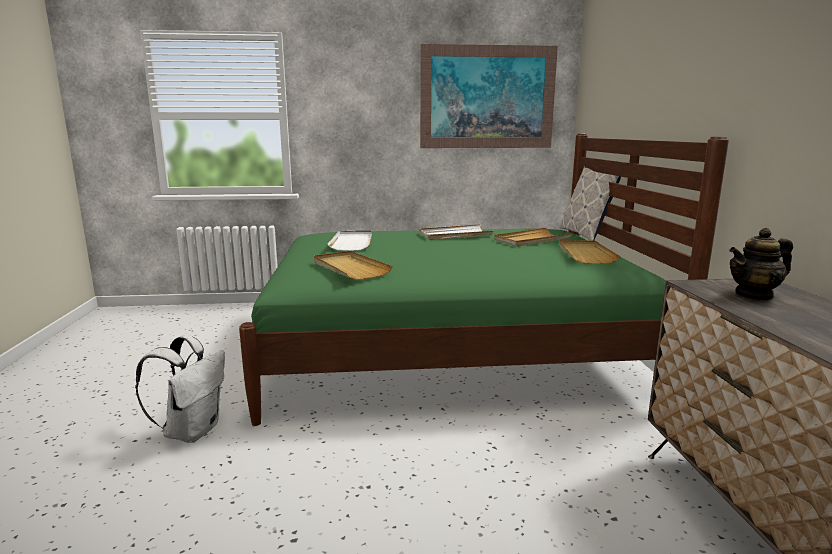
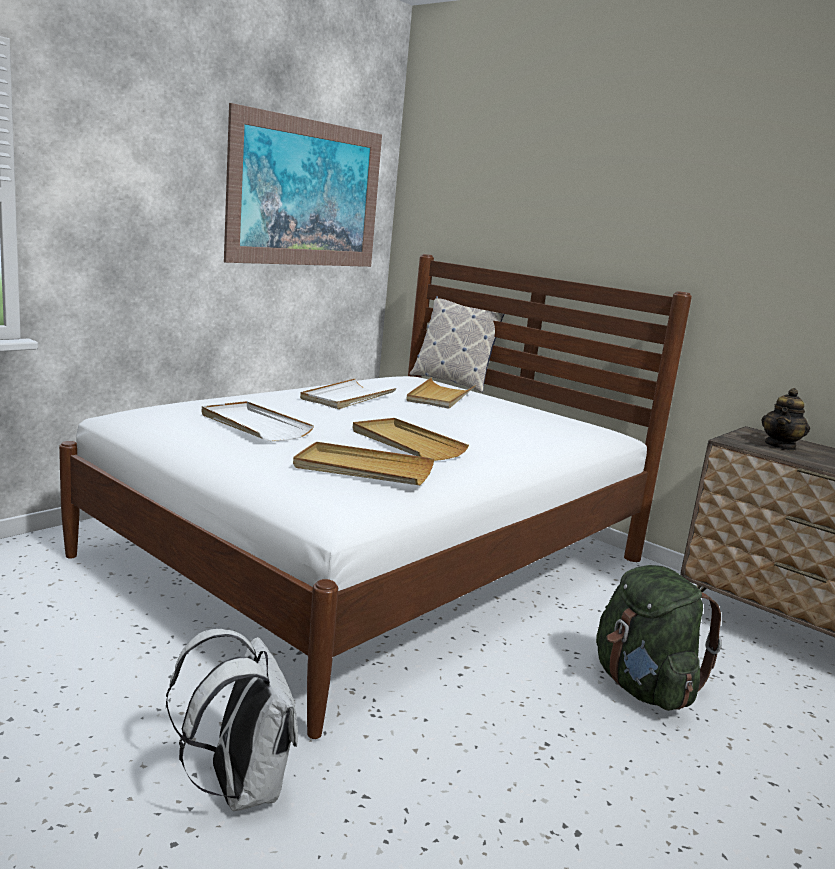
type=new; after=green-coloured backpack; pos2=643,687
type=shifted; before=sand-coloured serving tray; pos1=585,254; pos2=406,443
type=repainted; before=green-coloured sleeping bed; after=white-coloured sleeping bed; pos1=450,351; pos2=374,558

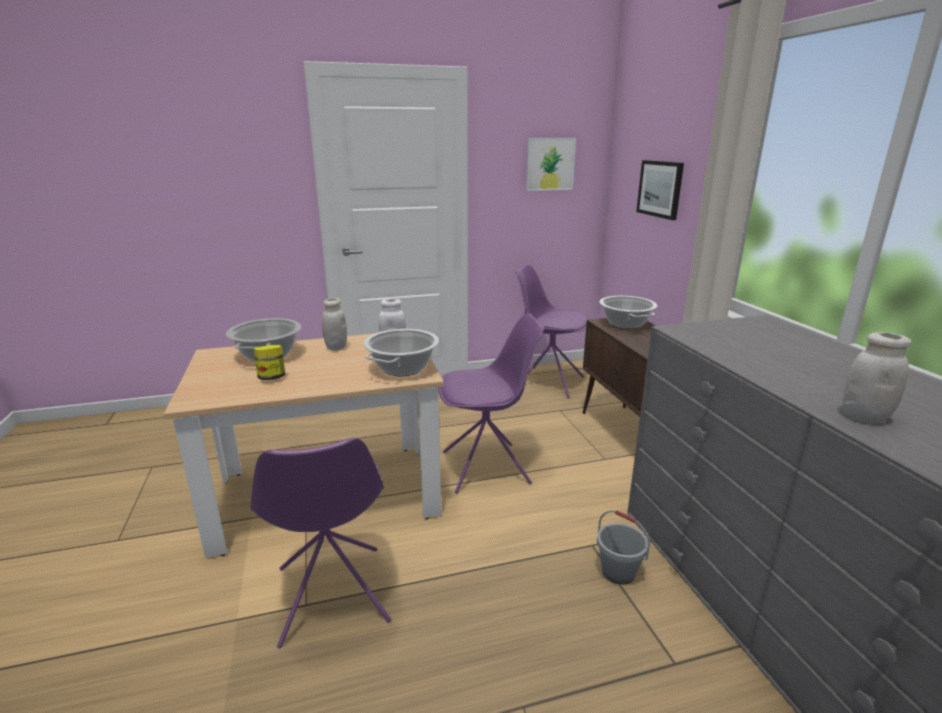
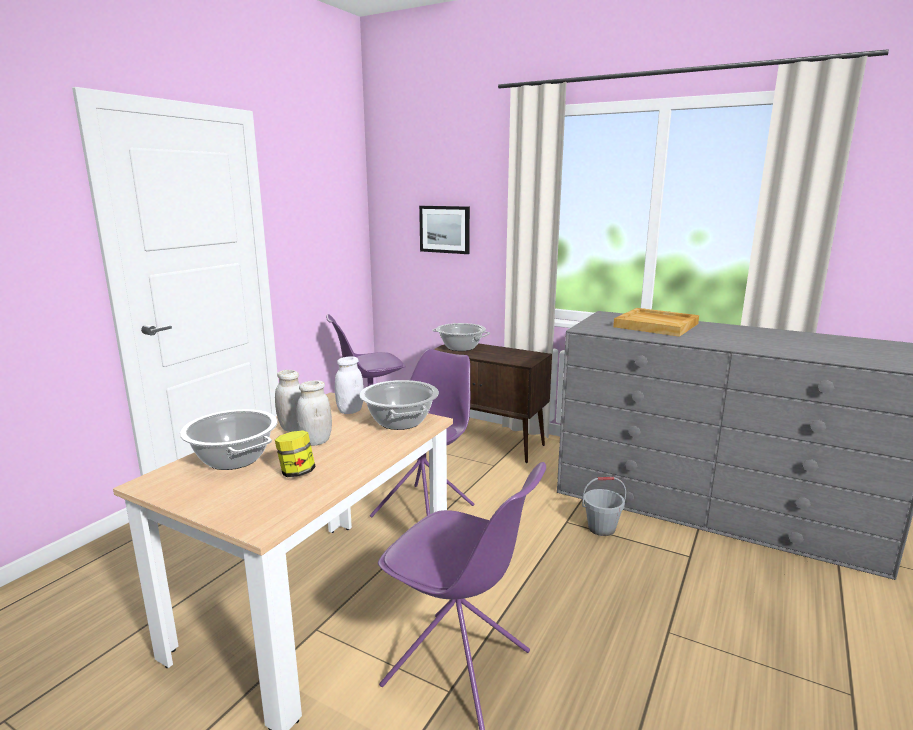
type=gone; before=wall picture; pos1=550,164
type=new; after=sand-coloured serving tray; pos2=657,325
type=shifted; before=white-coloured storage jar; pos1=864,417; pos2=316,441

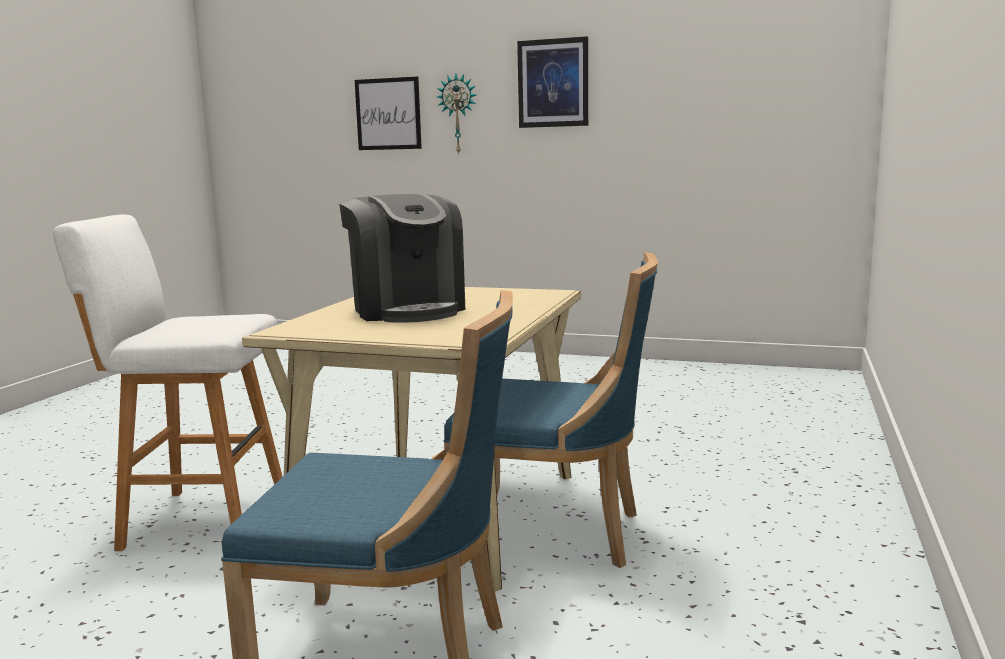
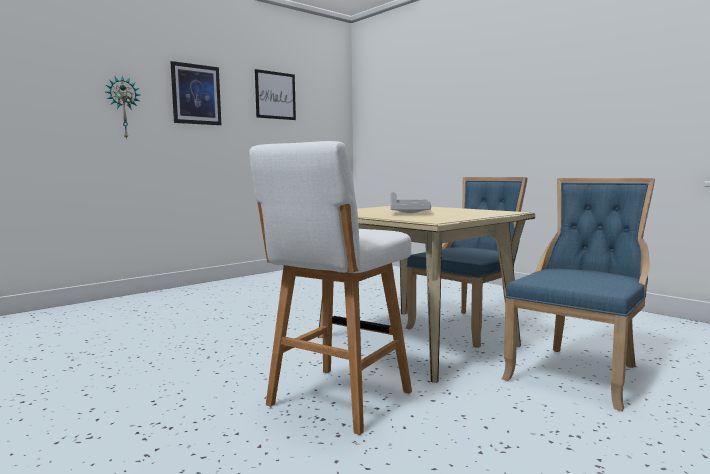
type=shifted; before=wall picture; pos1=388,114; pos2=275,95
type=swapped; before=coffee maker; after=greyish serving tray; pos1=406,309; pos2=410,213

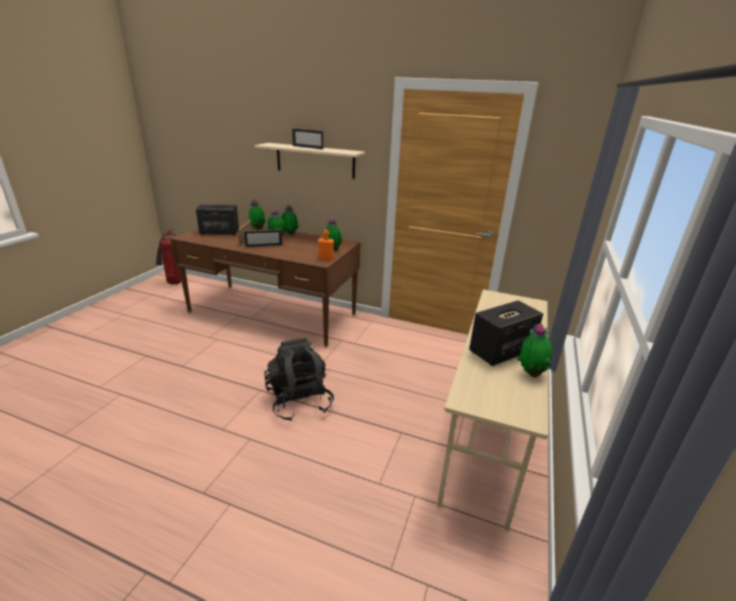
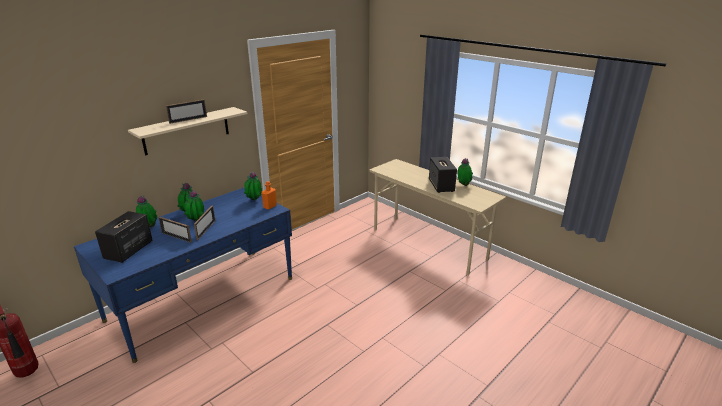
type=gone; before=blackish backpack; pos1=299,401
type=repainted; before=brownish desk unit; after=bluish desk unit; pos1=272,313; pos2=203,299

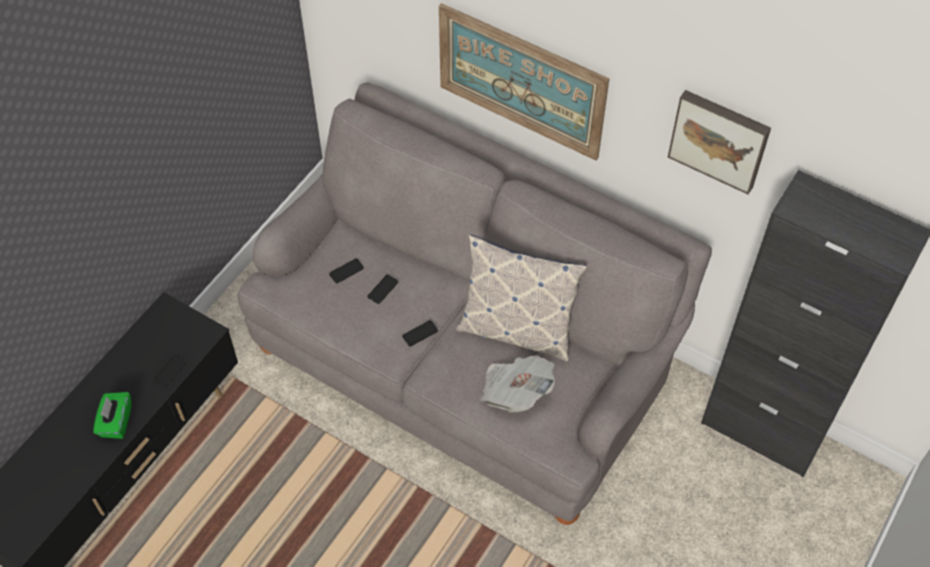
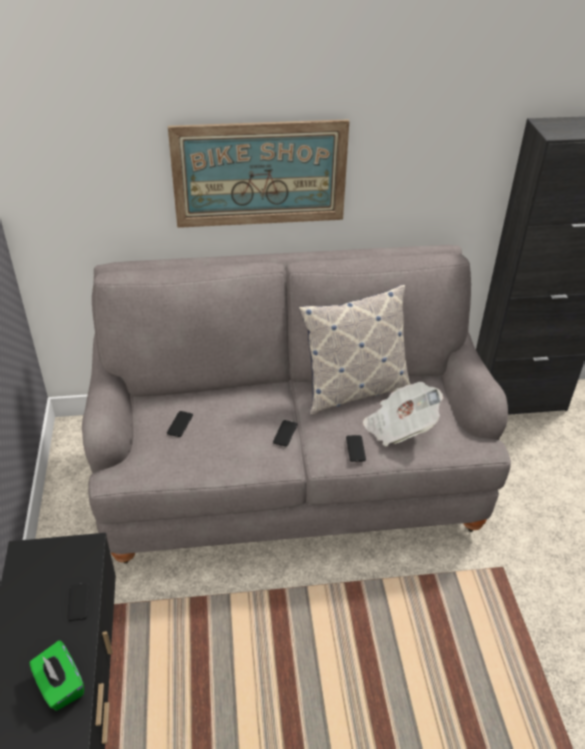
type=gone; before=wall picture; pos1=719,139
type=shifted; before=telephone; pos1=382,289; pos2=355,448

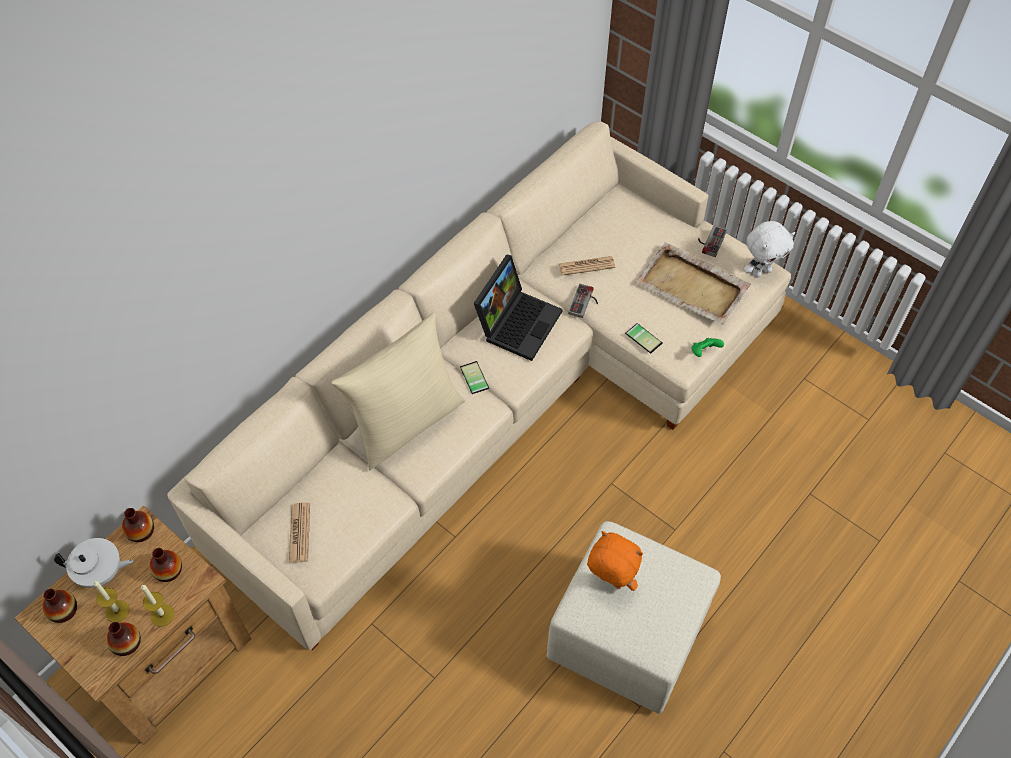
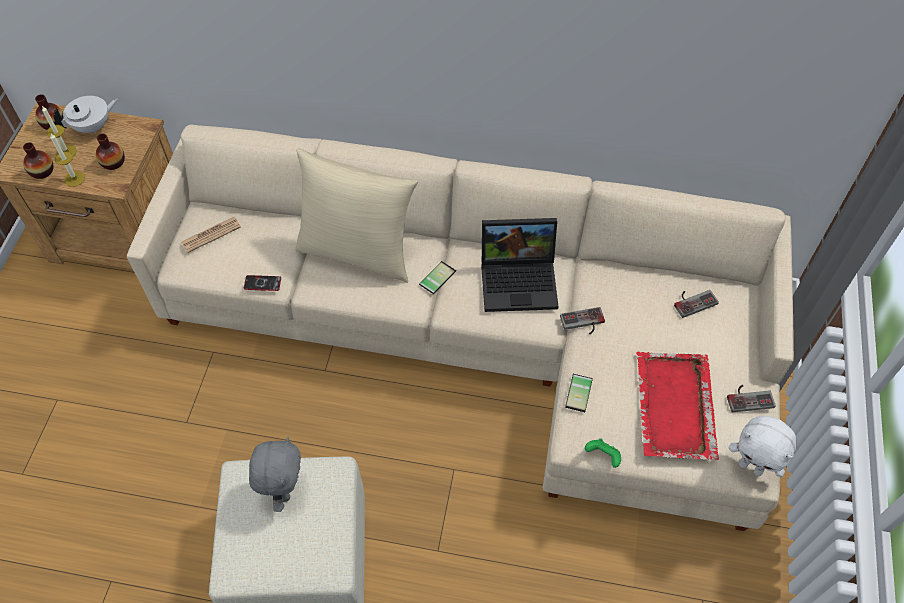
type=gone; before=decorative vase; pos1=141,531
type=gone; before=daily paper; pos1=586,266
type=new; after=telephone; pos2=262,283
type=new; after=gamepad; pos2=693,300
type=repainted; before=orangey cuddly toy; after=greyish cuddly toy; pos1=610,582; pos2=284,490
type=repainted; before=sand-coloured serving tray; after=red-coloured serving tray; pos1=693,287; pos2=674,407
type=rotated; before=white-coloured tea pot; pos1=101,573; pos2=93,127; turn=-90

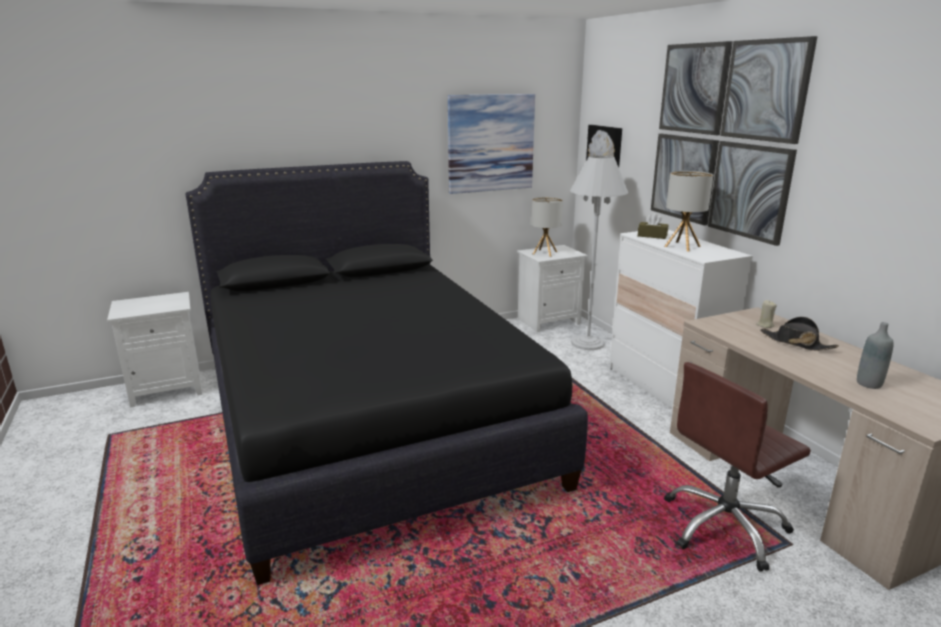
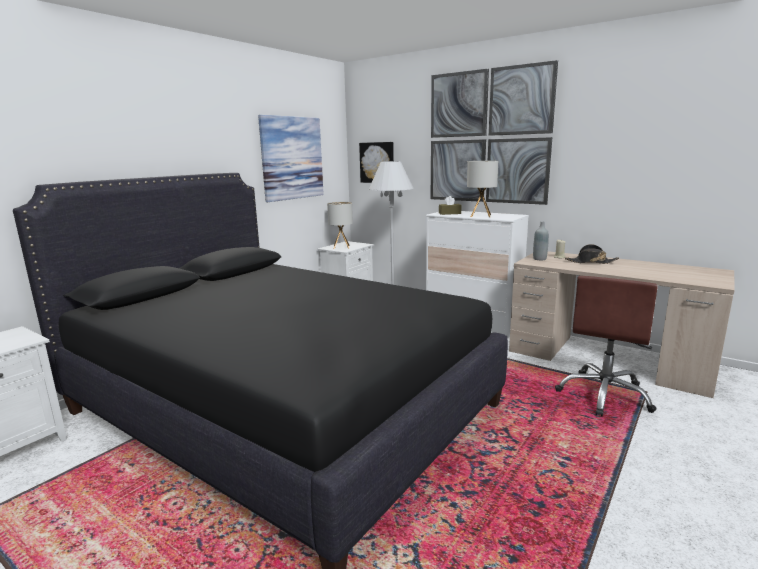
type=shifted; before=greyish drink bottle; pos1=869,384; pos2=539,259

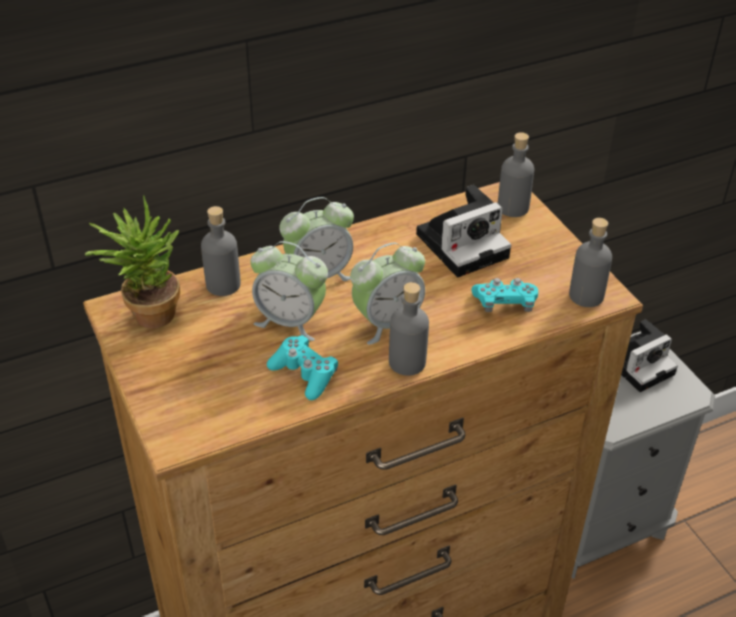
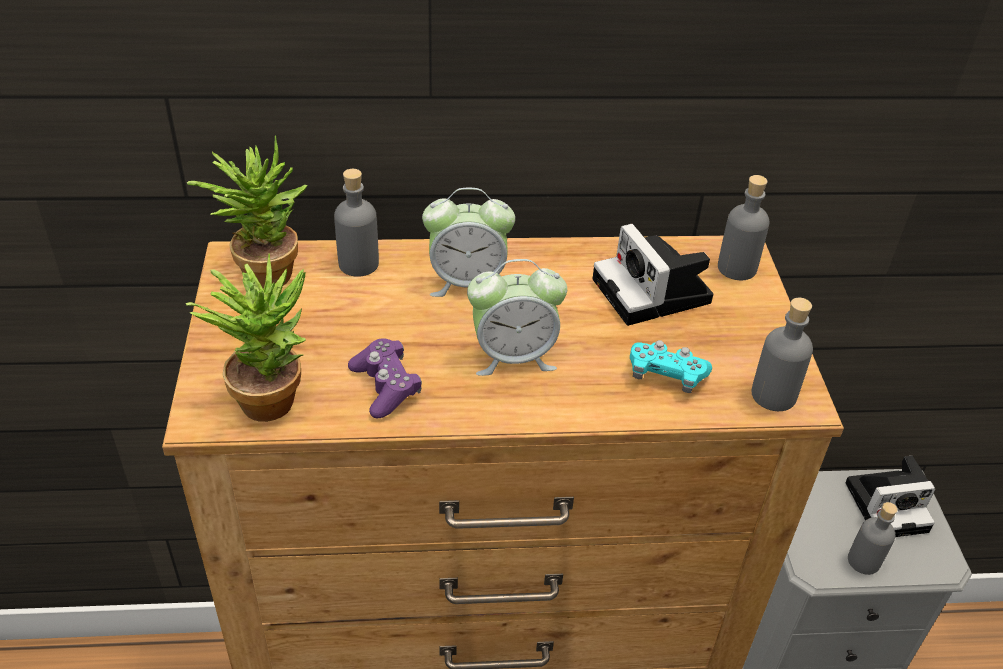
type=gone; before=alarm clock; pos1=290,321
type=new; after=houseplant; pos2=270,394
type=shifted; before=greyish drink bottle; pos1=407,362; pos2=863,561
type=repainted; before=blue-green gamepad; after=purplish gamepad; pos1=304,374; pos2=385,386
type=rotated; before=photo camera; pos1=464,244; pos2=654,293; turn=75

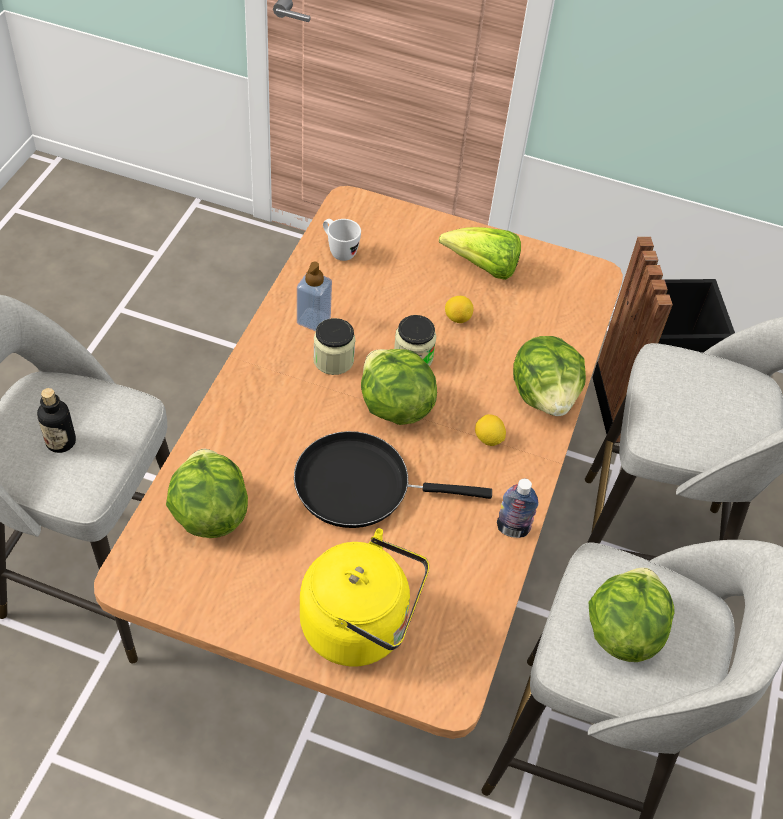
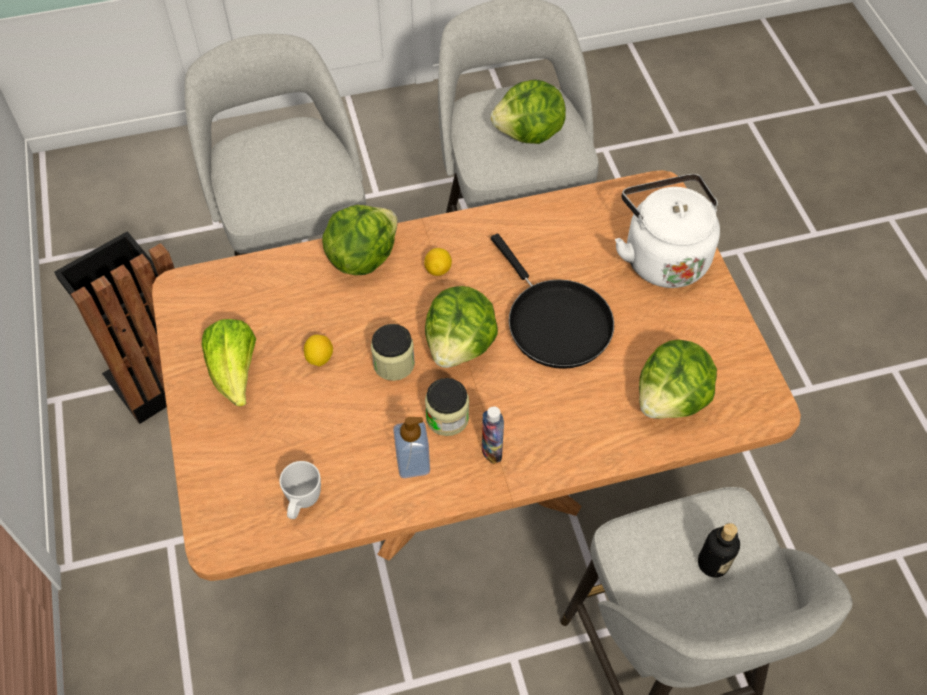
type=shifted; before=drink bottle; pos1=512,529; pos2=491,451
type=repainted; before=yellow-coloured tea kettle; after=white-coloured tea kettle; pos1=361,626; pos2=662,256

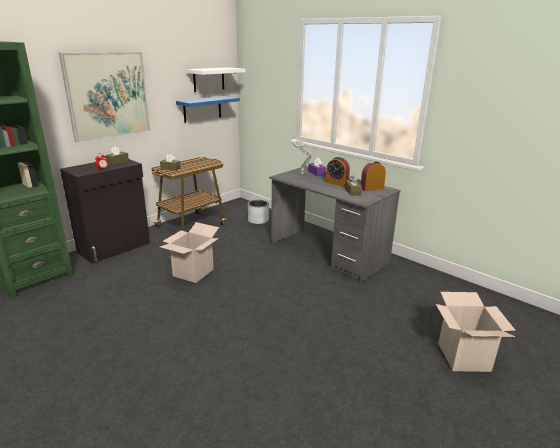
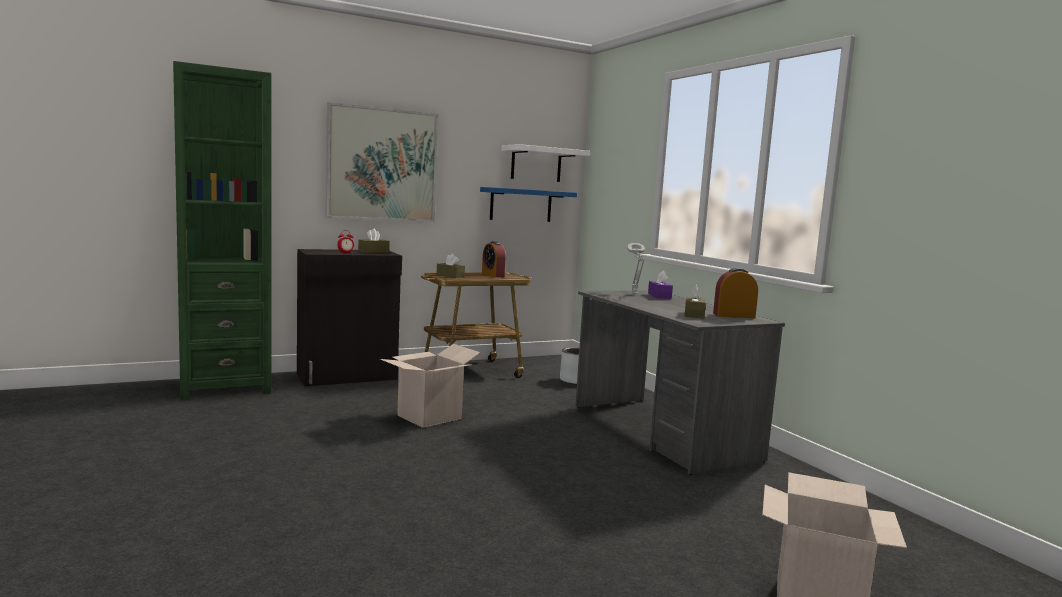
type=shifted; before=alarm clock; pos1=337,183; pos2=493,275

